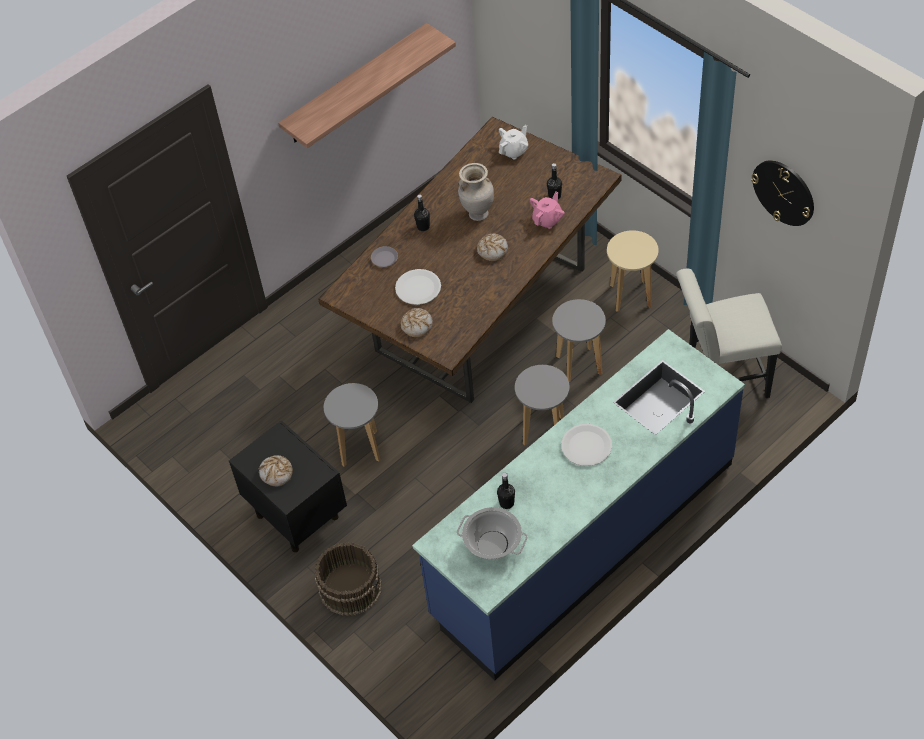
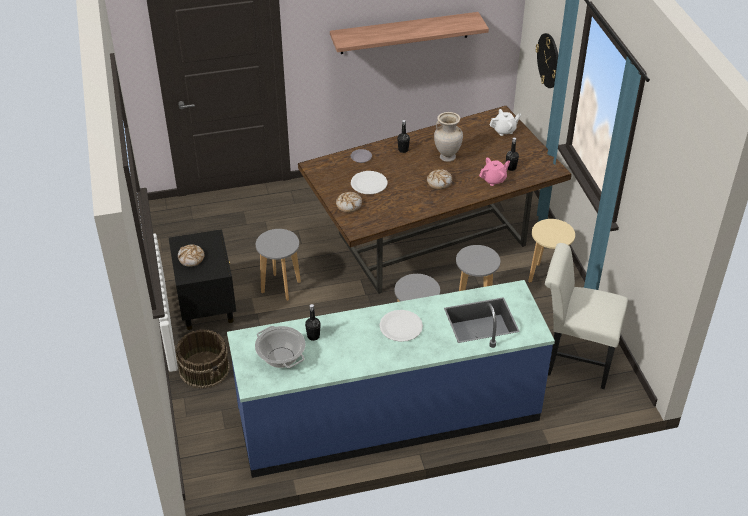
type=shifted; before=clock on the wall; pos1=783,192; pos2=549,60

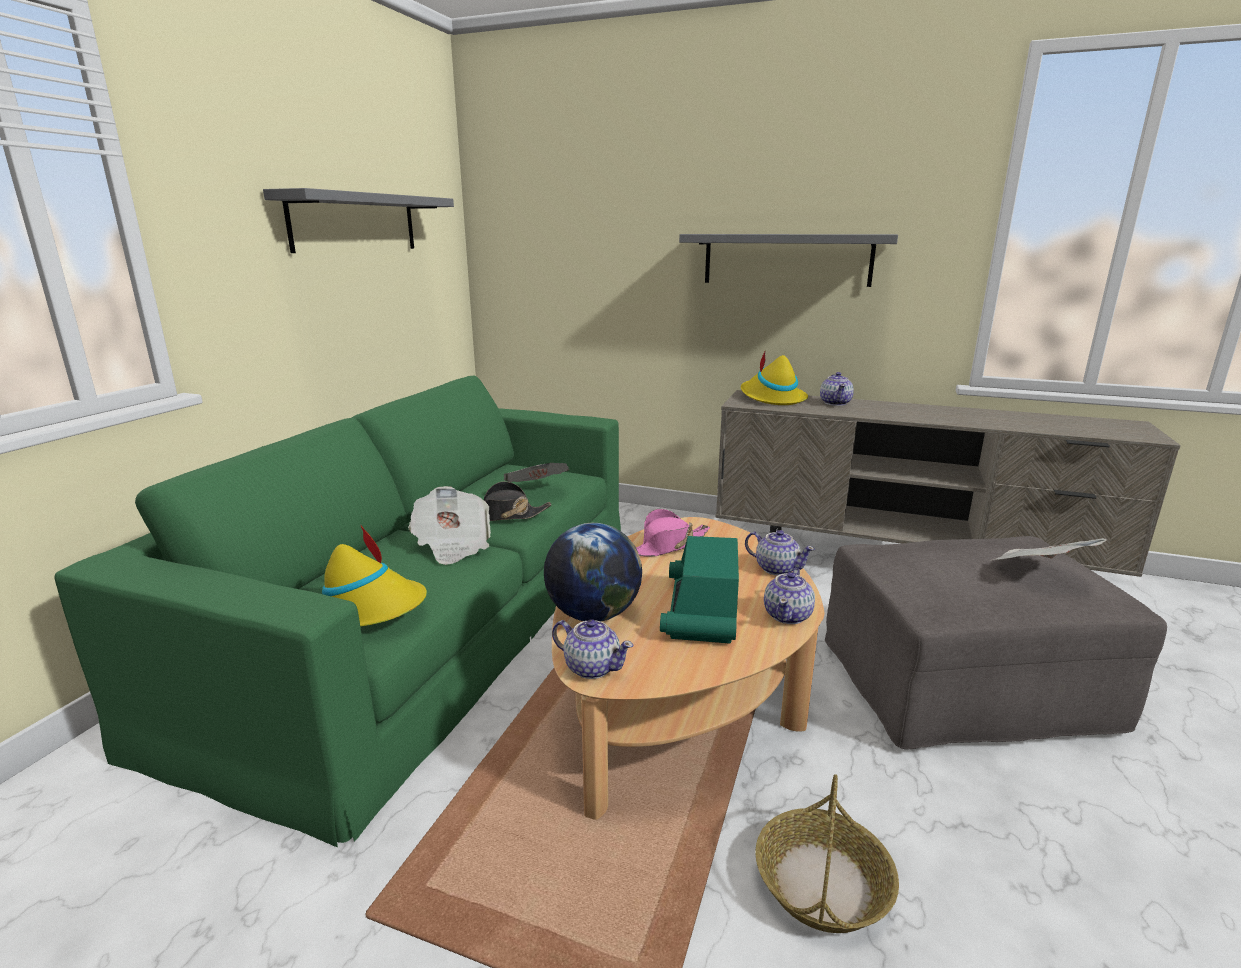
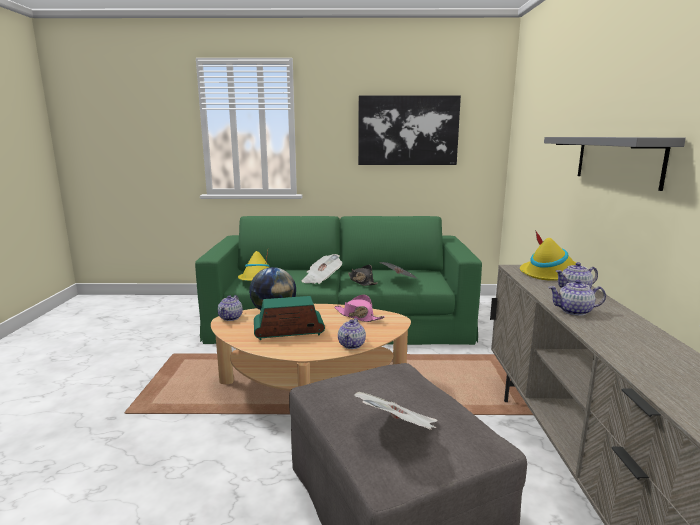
type=gone; before=basket; pos1=822,883
type=shifted; before=tea pot; pos1=788,615; pos2=574,311
type=swapped; before=greyish wall shelf; after=wall picture; pos1=355,223; pos2=408,130

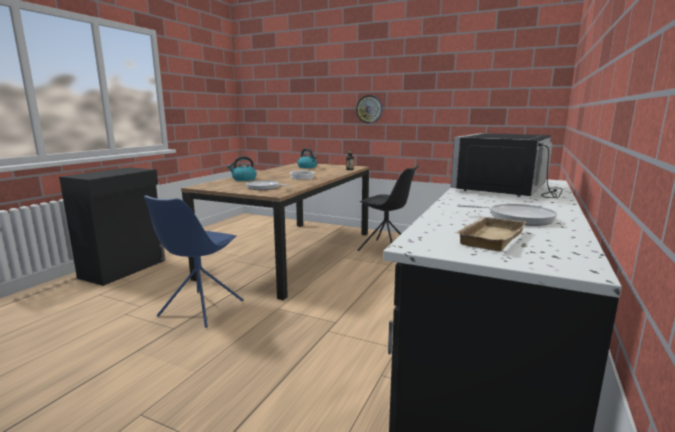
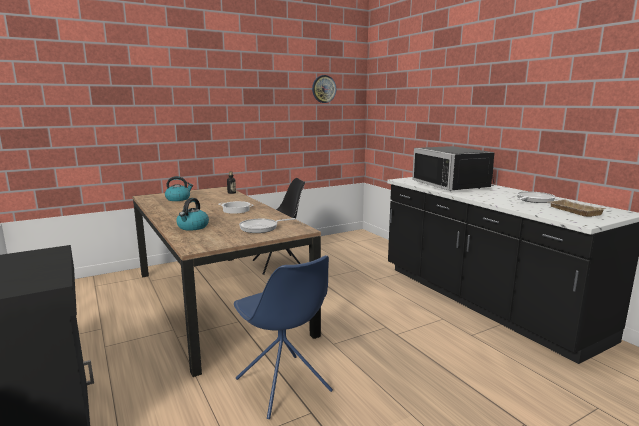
type=shifted; before=clock on the wall; pos1=369,109; pos2=323,89

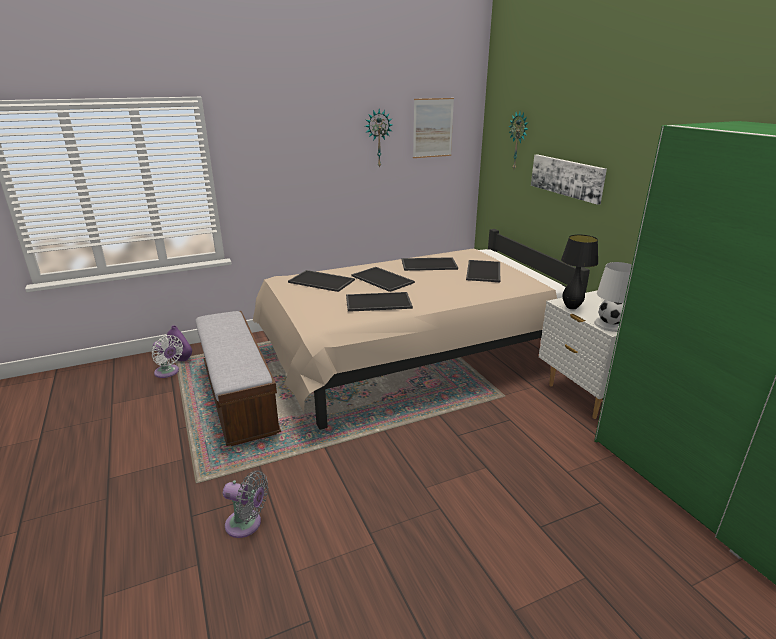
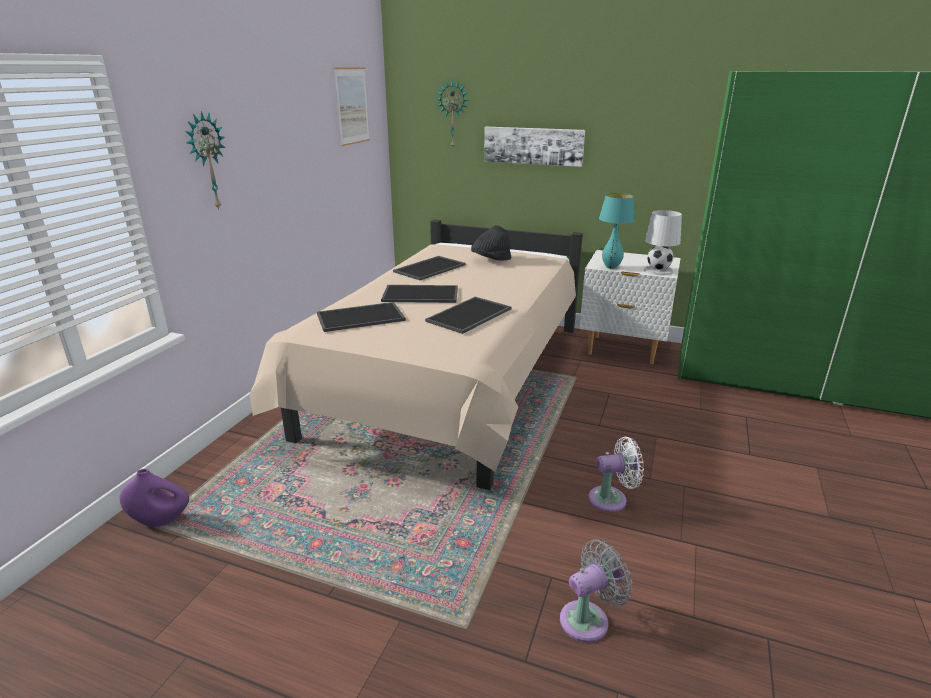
type=gone; before=bench; pos1=238,398
type=shifted; before=white-coloured fan; pos1=168,372; pos2=611,499
type=shifted; before=clock on the wall; pos1=378,138; pos2=207,162
type=swapped; before=serving tray; after=blackish clothing hat; pos1=484,271; pos2=491,260
type=repainted; before=blackish table lamp; after=blue-green table lamp; pos1=571,307; pos2=611,267

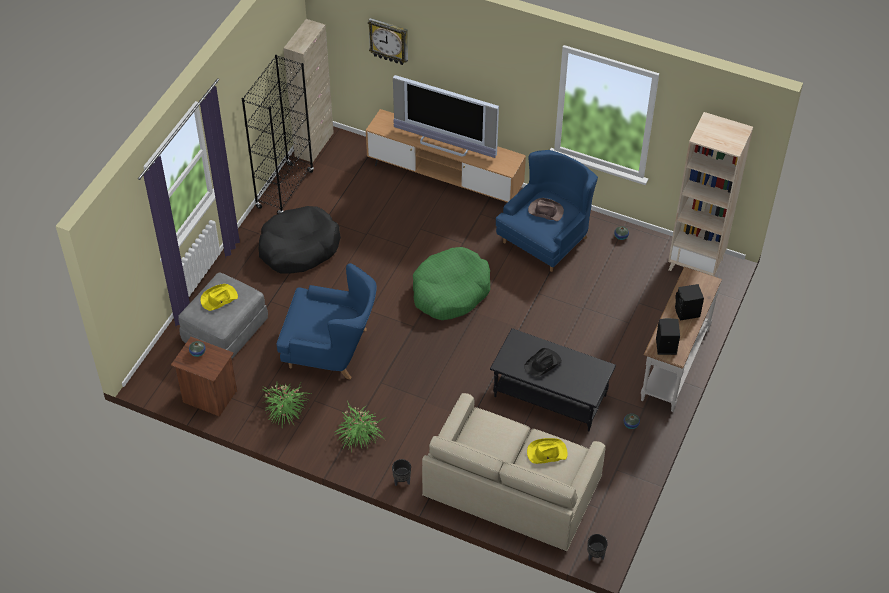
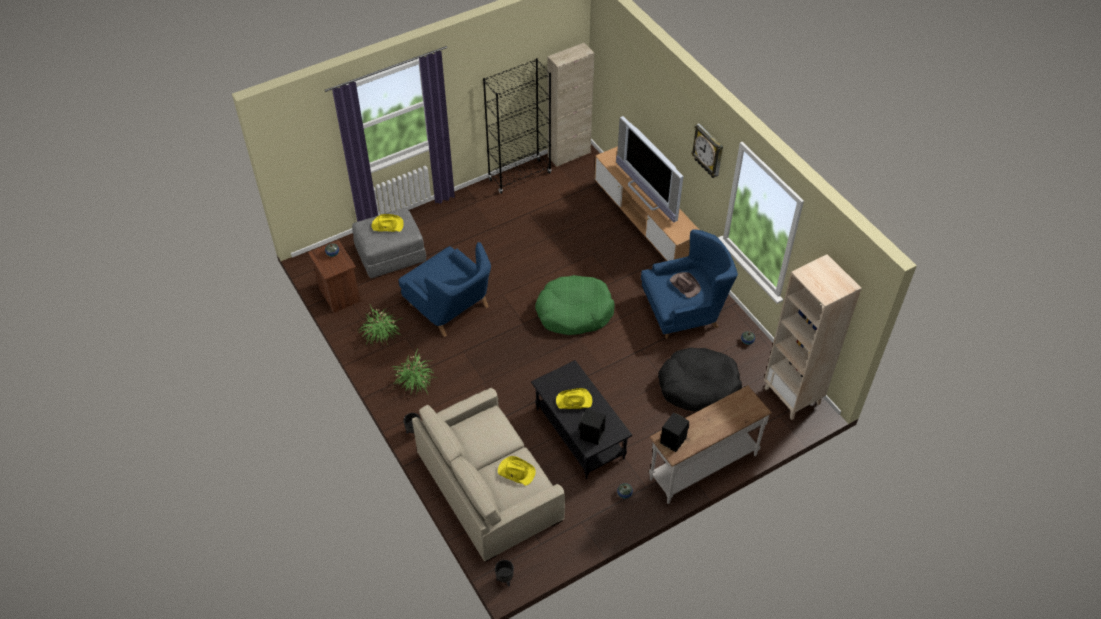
type=shifted; before=blackish pet bed; pos1=299,248; pos2=698,386
type=shifted; before=clock on the wall; pos1=389,41; pos2=708,151
type=shifted; before=blackish loudspeaker; pos1=687,312; pos2=591,435
type=repainted; before=blackish clothing hat; after=yellow-coloured clothing hat; pos1=543,364; pos2=574,401

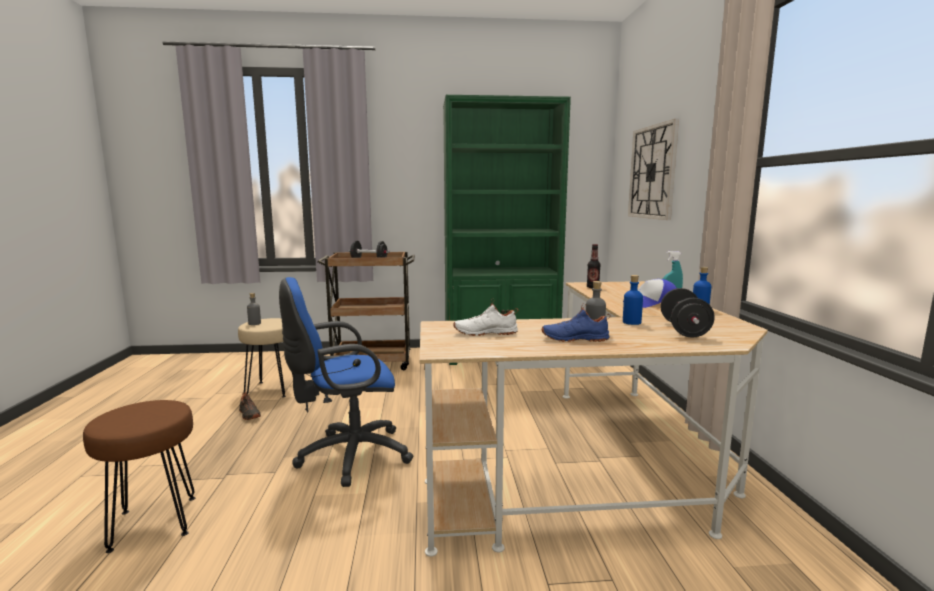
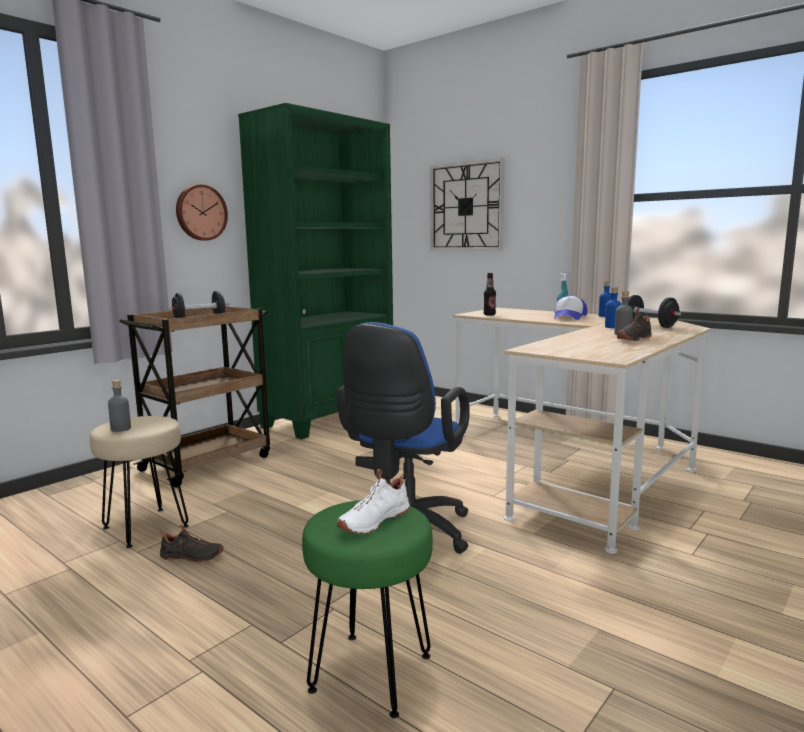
type=new; after=clock on the wall; pos2=200,212
type=shifted; before=white-coloured item of footwear; pos1=485,332; pos2=373,521
type=repainted; before=brownish stool; after=green-coloured stool; pos1=153,522; pos2=369,673
type=repainted; before=bluish item of footwear; after=blackish item of footwear; pos1=574,338; pos2=632,339

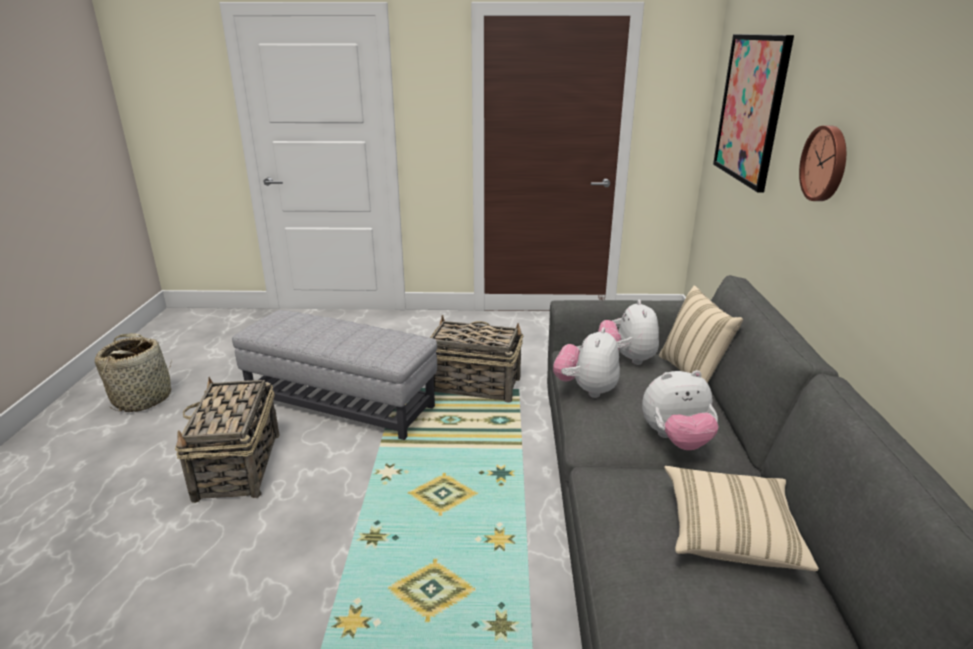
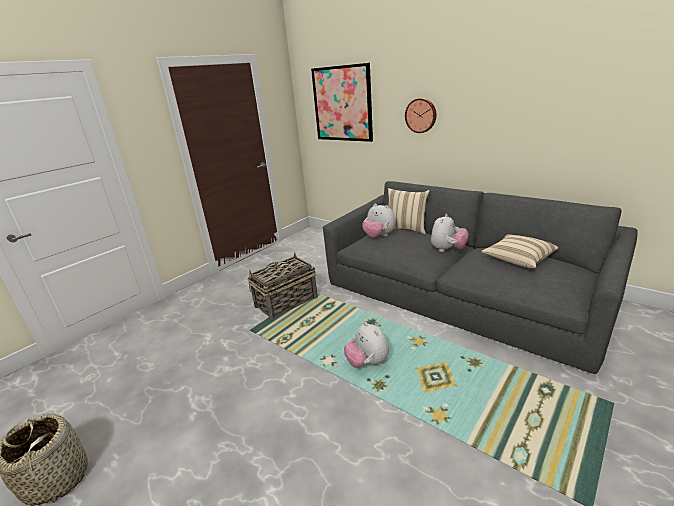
type=gone; before=basket; pos1=237,466
type=gone; before=greyish ottoman; pos1=340,404
type=shifted; before=cuddly toy; pos1=586,389; pos2=367,363

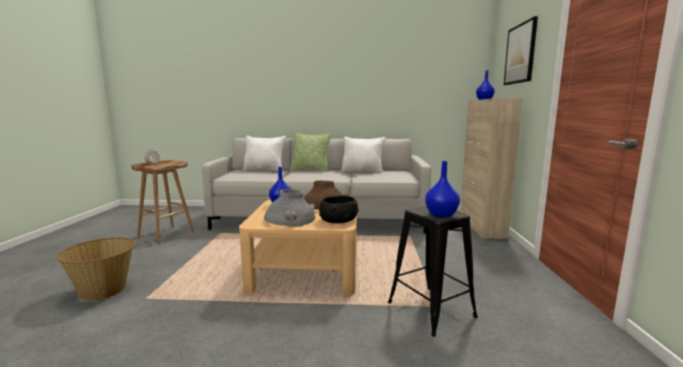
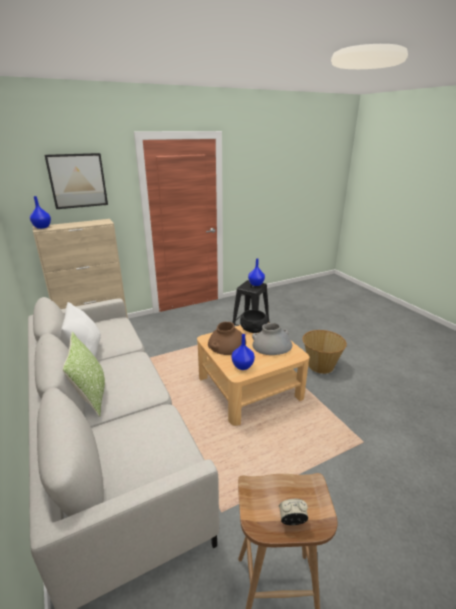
type=gone; before=white-coloured throw pillow; pos1=264,170
type=shifted; before=basket; pos1=104,291; pos2=320,365

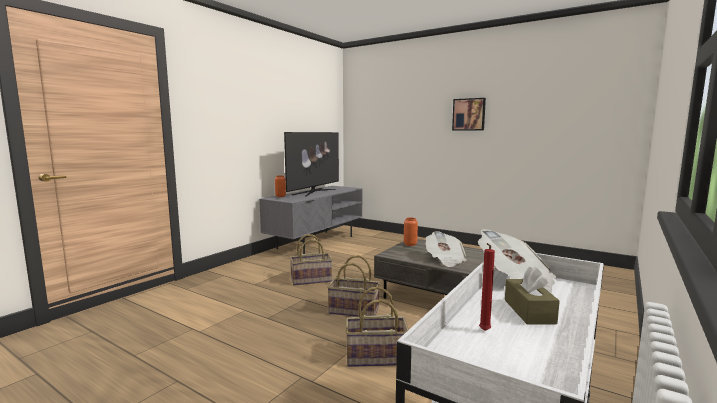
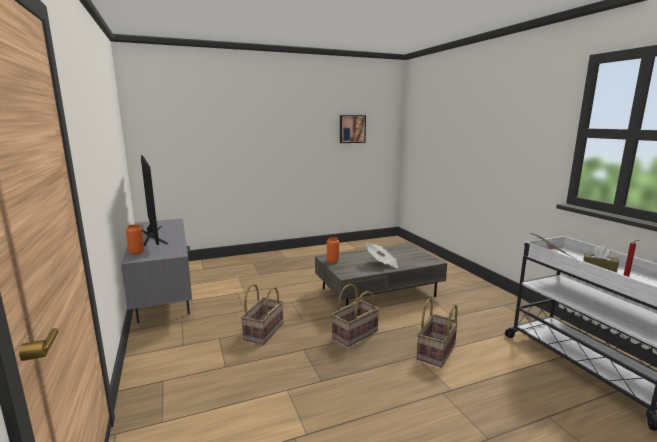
type=shifted; before=wall picture; pos1=469,114; pos2=352,129

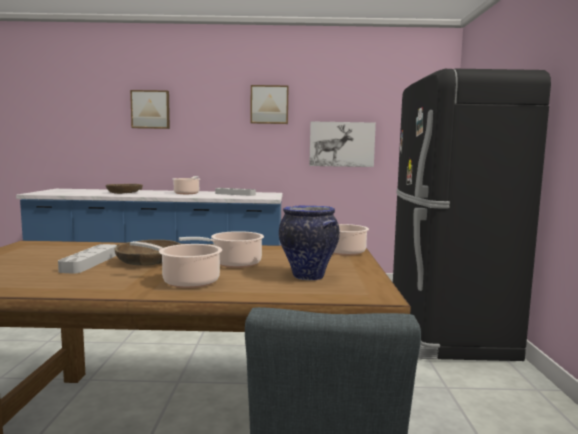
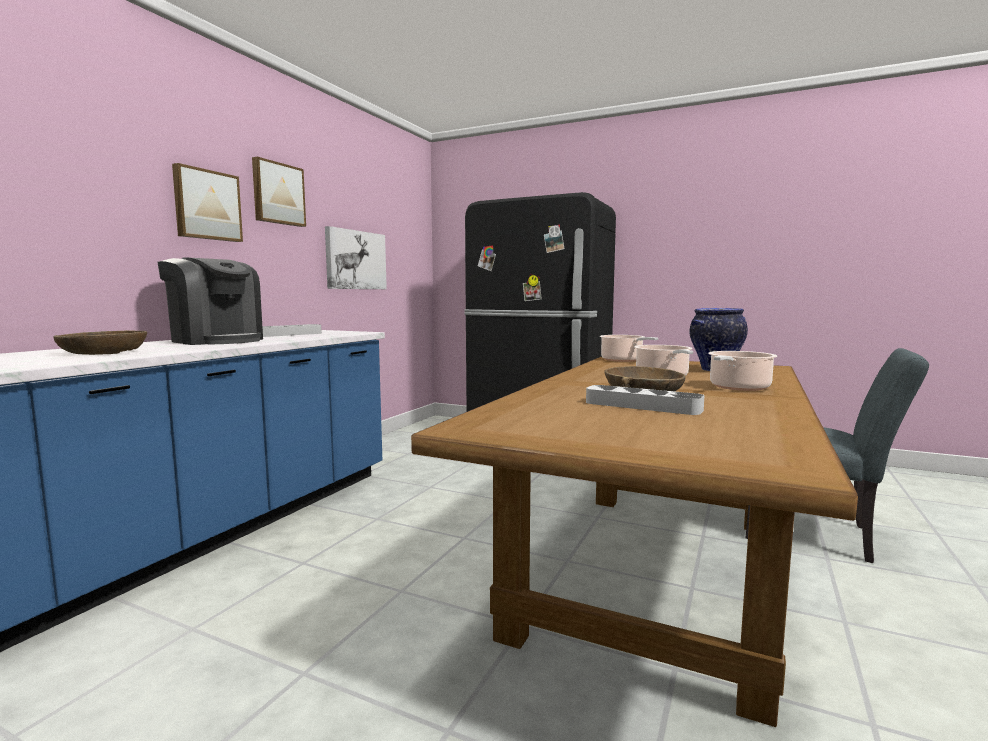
type=shifted; before=wall picture; pos1=150,109; pos2=206,205
type=swapped; before=stockpot; after=coffee maker; pos1=187,193; pos2=216,340

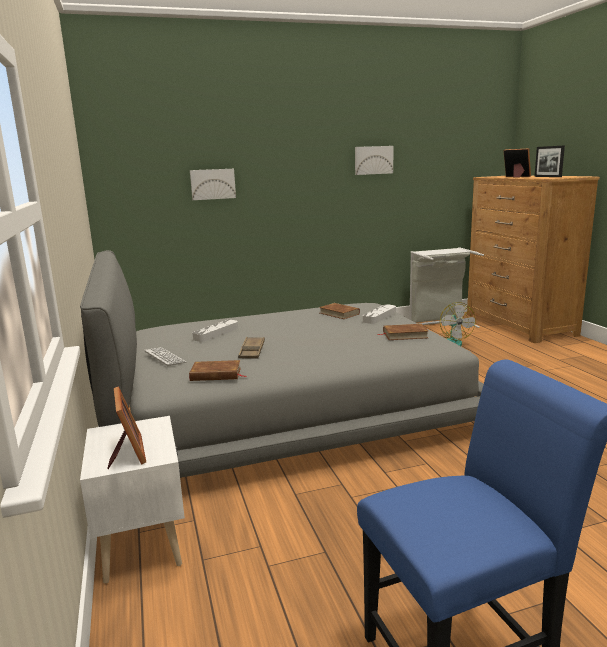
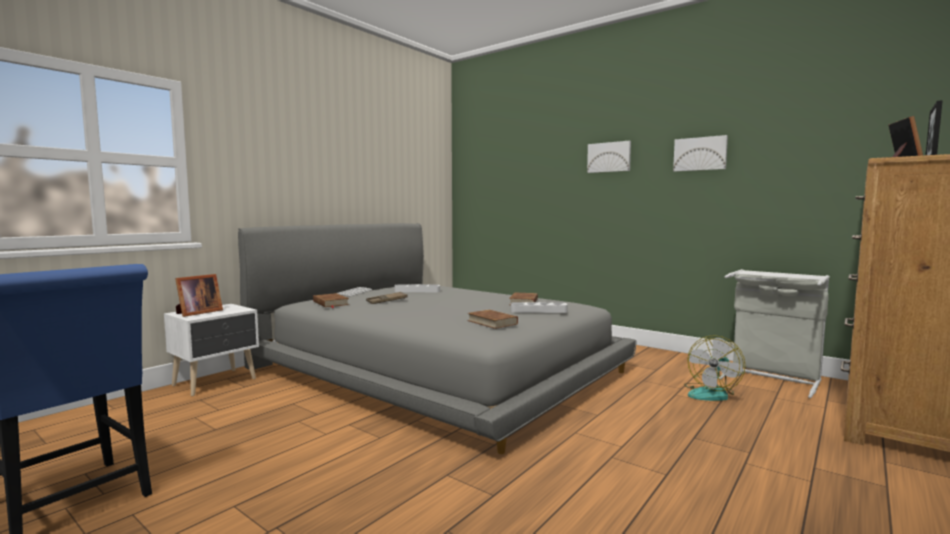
type=shifted; before=wall picture; pos1=212,184; pos2=609,157

